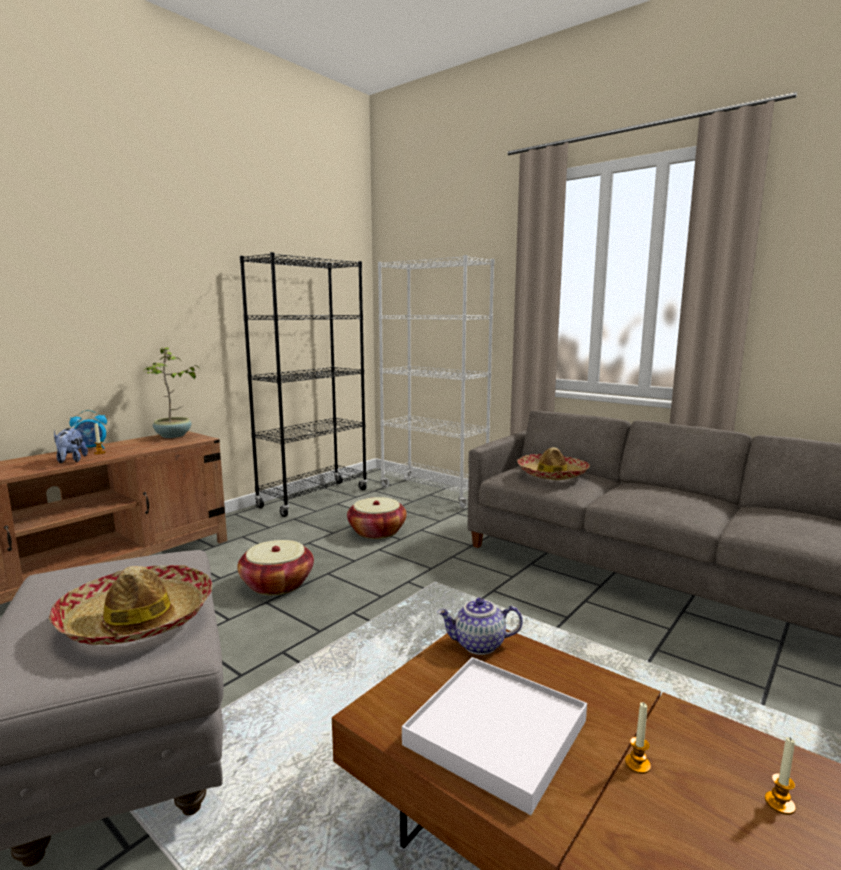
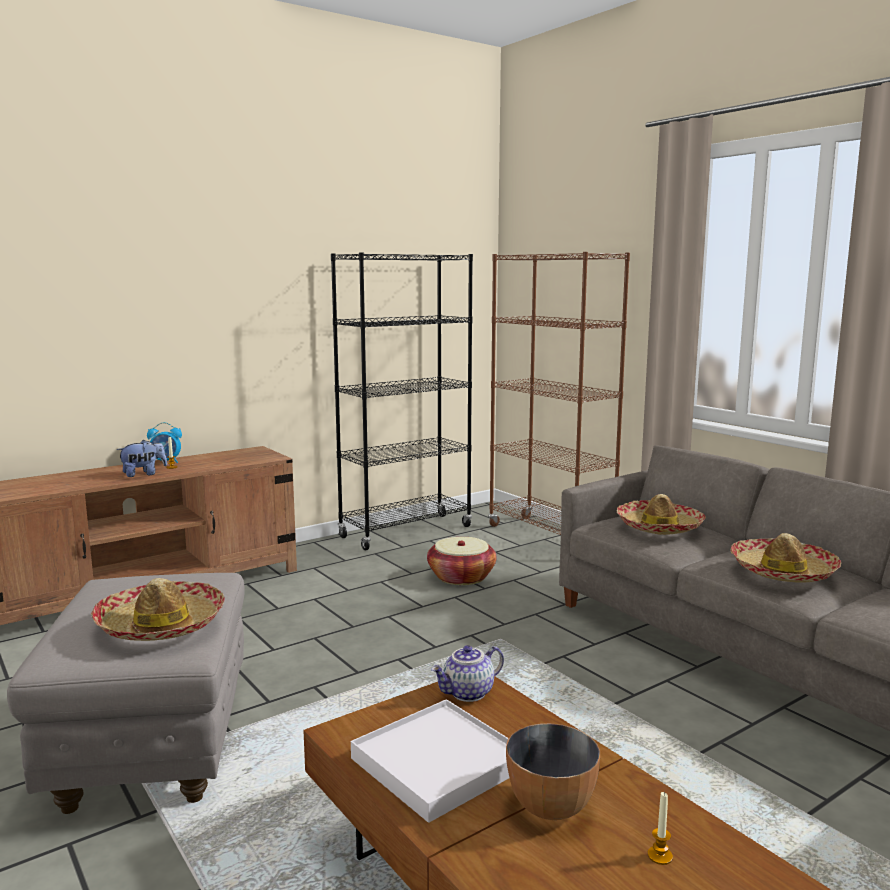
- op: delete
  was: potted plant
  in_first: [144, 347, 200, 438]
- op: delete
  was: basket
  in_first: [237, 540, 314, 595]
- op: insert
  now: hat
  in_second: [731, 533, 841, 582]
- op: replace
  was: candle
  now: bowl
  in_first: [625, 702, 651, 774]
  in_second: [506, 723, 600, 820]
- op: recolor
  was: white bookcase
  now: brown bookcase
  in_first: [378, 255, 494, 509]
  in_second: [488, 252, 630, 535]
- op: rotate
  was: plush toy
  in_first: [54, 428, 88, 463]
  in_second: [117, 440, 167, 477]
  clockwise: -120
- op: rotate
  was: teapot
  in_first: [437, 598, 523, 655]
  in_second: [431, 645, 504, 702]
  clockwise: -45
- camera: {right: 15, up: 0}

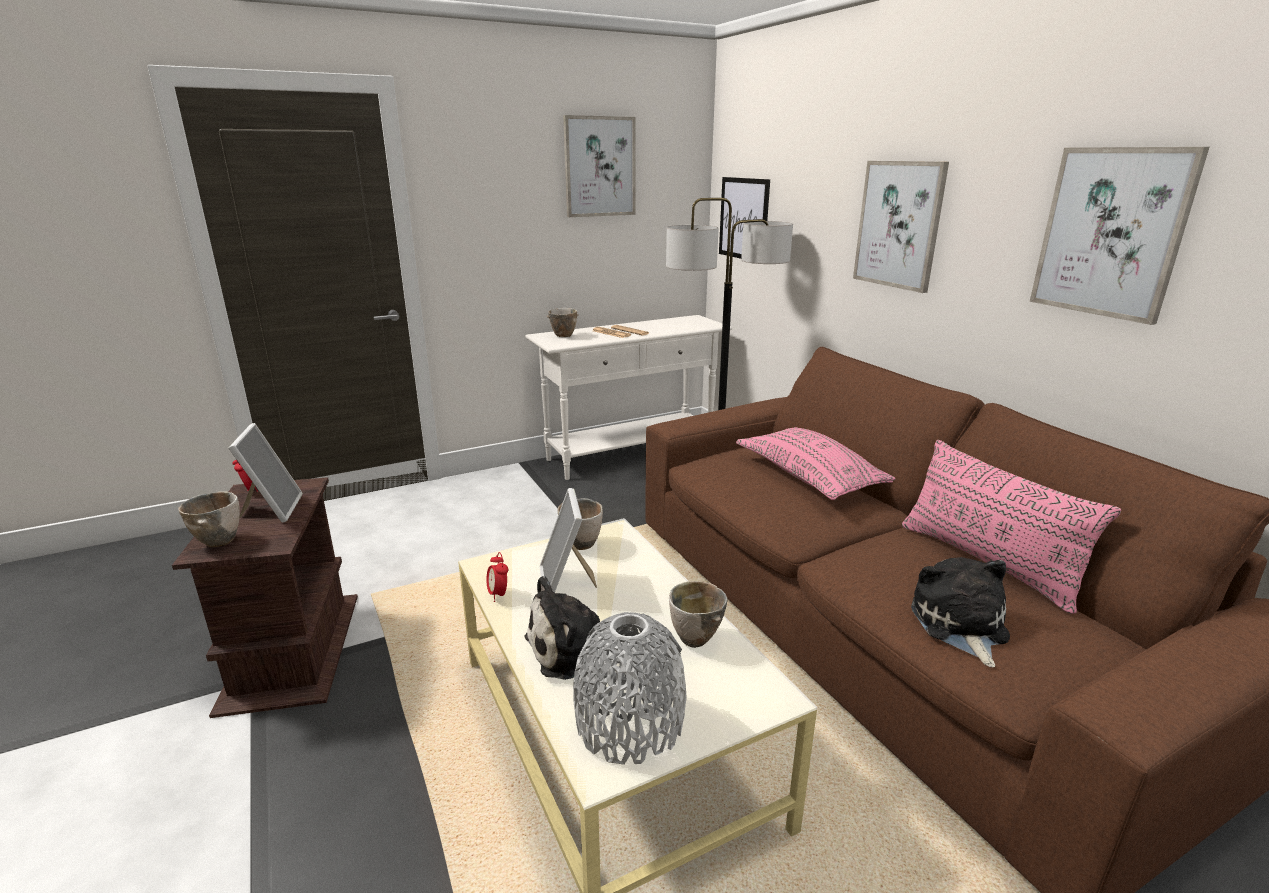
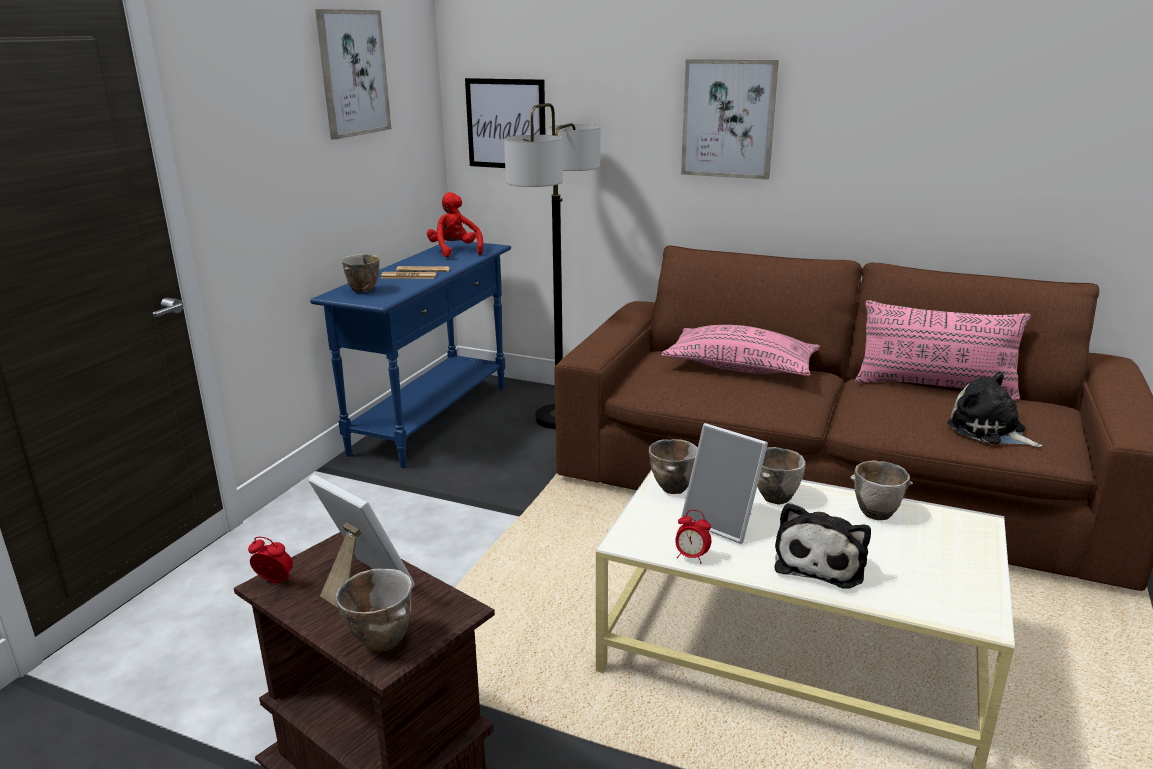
- op: delete
  was: grey vase
  in_first: [573, 612, 687, 765]
- op: delete
  was: picture
  in_first: [1030, 147, 1209, 325]
- op: insert
  now: red plush toy
  in_second: [427, 192, 483, 257]
- op: insert
  now: bowl
  in_second: [757, 447, 806, 505]
- op: recolor
  was: white console table
  now: blue console table
  in_first: [526, 315, 732, 480]
  in_second: [310, 241, 511, 468]
- camera: {right: -40, up: 0}

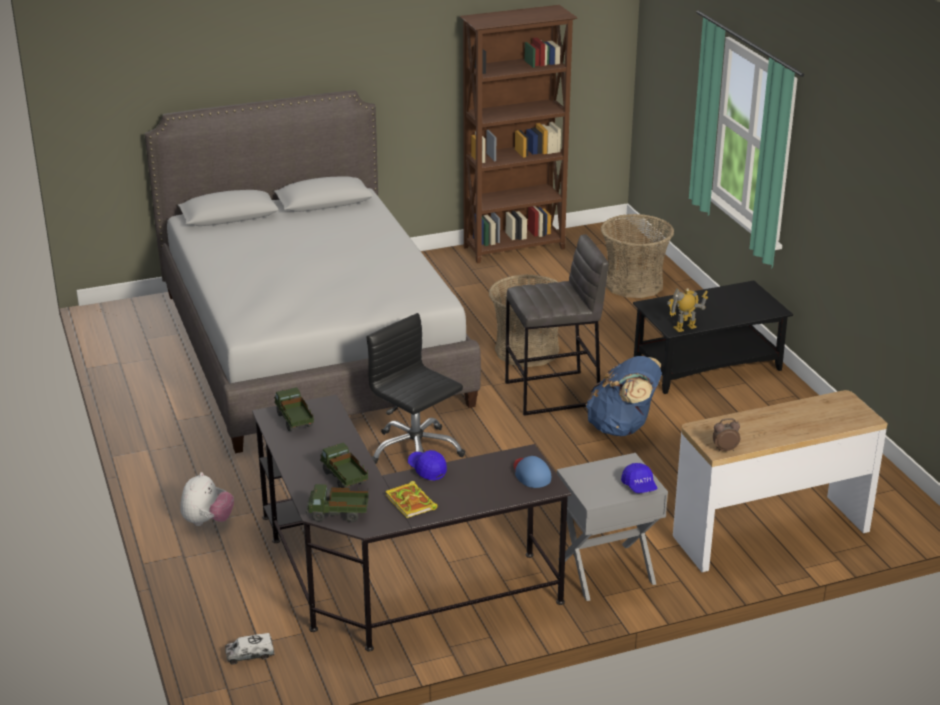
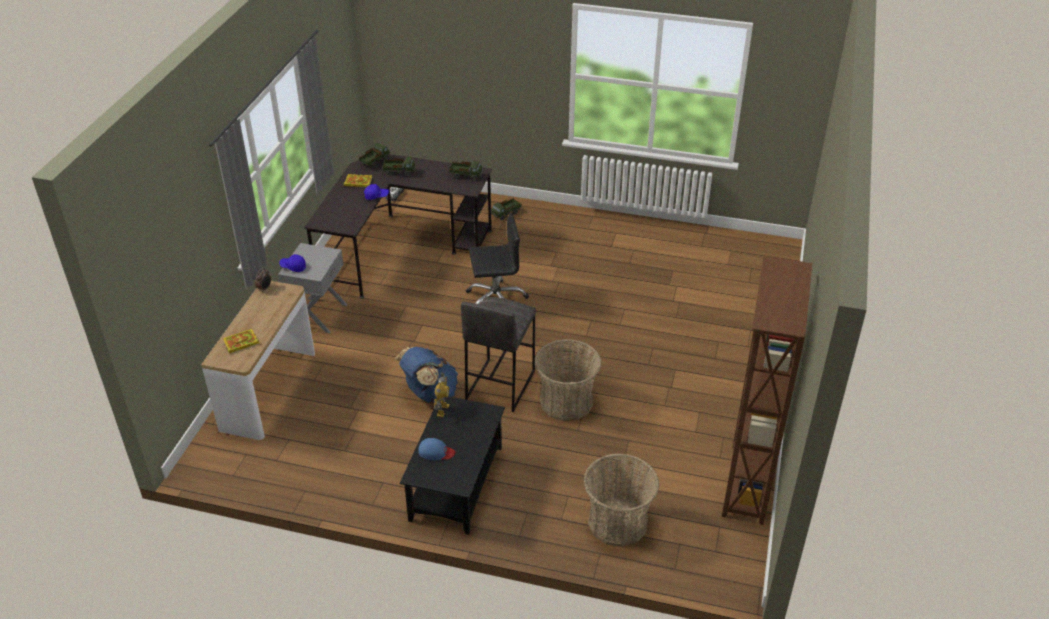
- op: delete
  was: grey bed
  in_first: [145, 90, 481, 453]
- op: insert
  now: book
  in_second: [223, 329, 259, 353]
- op: move
  was: blue cap
  in_first: [513, 456, 551, 488]
  in_second: [418, 438, 455, 460]
- op: replace
  was: plush toy
  now: toy truck
  in_first: [180, 472, 234, 526]
  in_second: [491, 196, 521, 221]
- camera: {right: 125, up: 10}

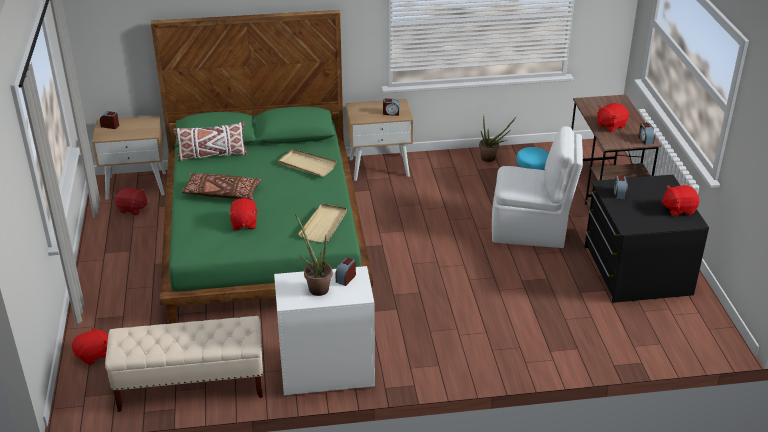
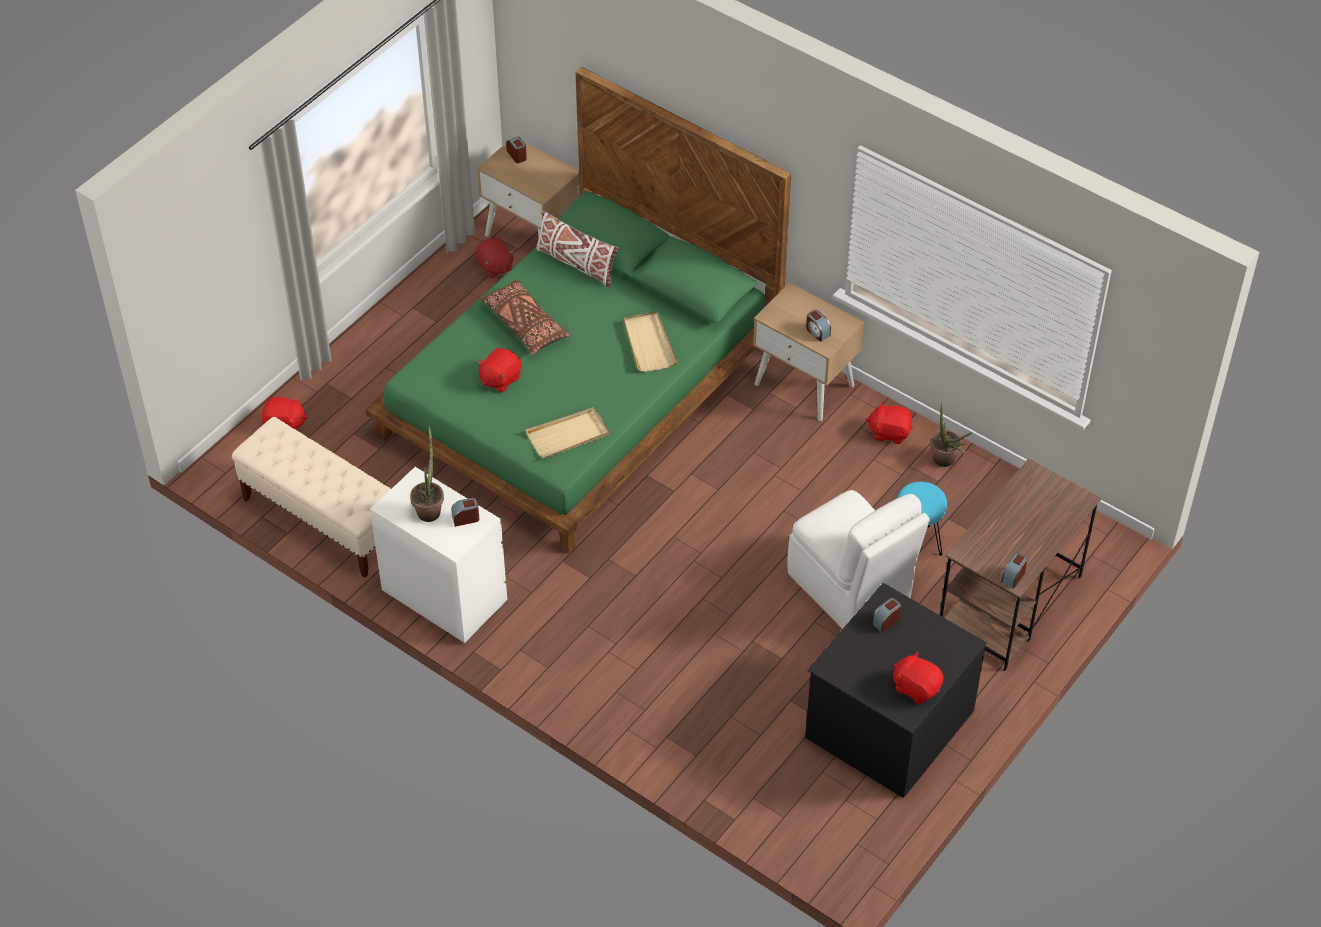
- op: move
  was: red plush toy
  in_first: [597, 103, 629, 132]
  in_second: [866, 402, 913, 444]
- camera: {right: 45, up: 15}

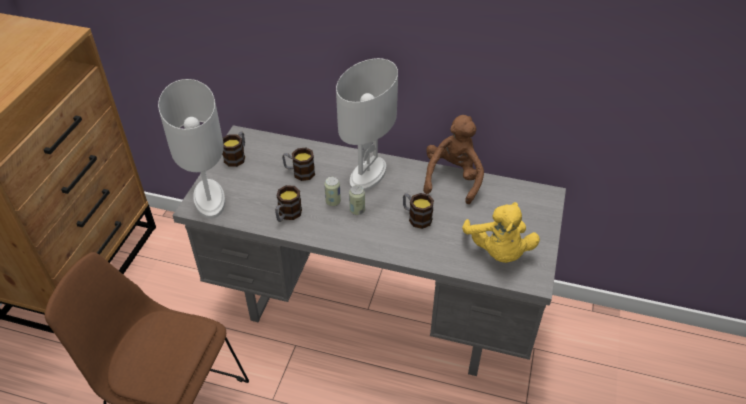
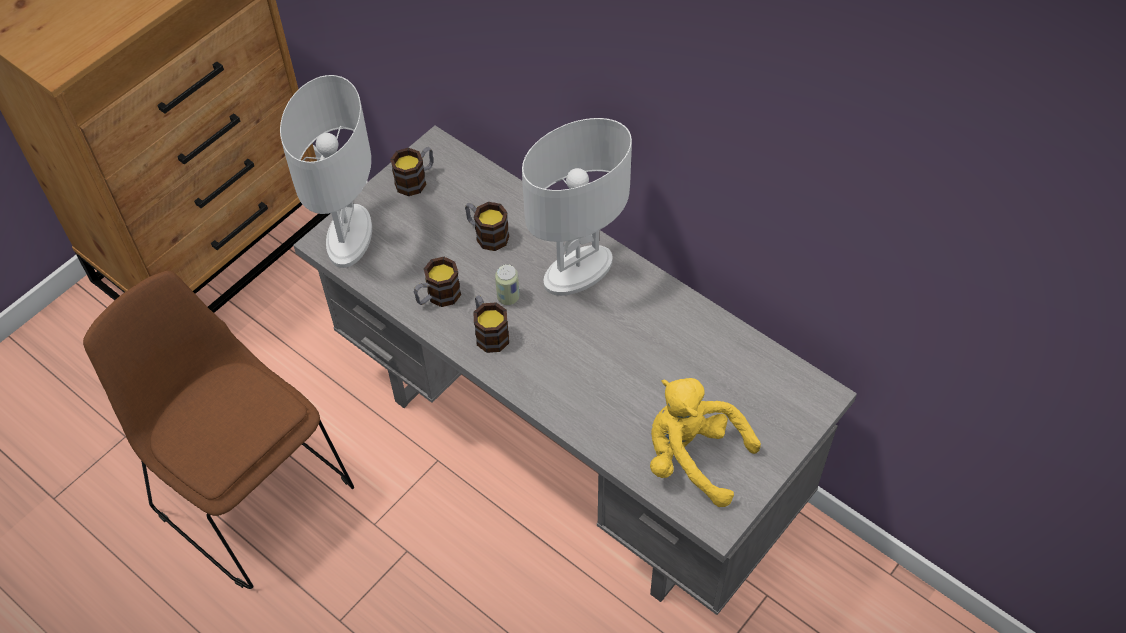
- op: delete
  was: can
  in_first: [349, 185, 365, 215]
- op: delete
  was: brown plush toy
  in_first: [423, 115, 484, 204]
- op: move
  was: mug
  in_first: [403, 193, 434, 229]
  in_second: [473, 295, 509, 353]
- op: rotate
  was: yellow plush toy
  in_first: [462, 202, 540, 263]
  in_second: [650, 378, 761, 507]
  clockwise: 105
- camera: {right: 25, up: 10}

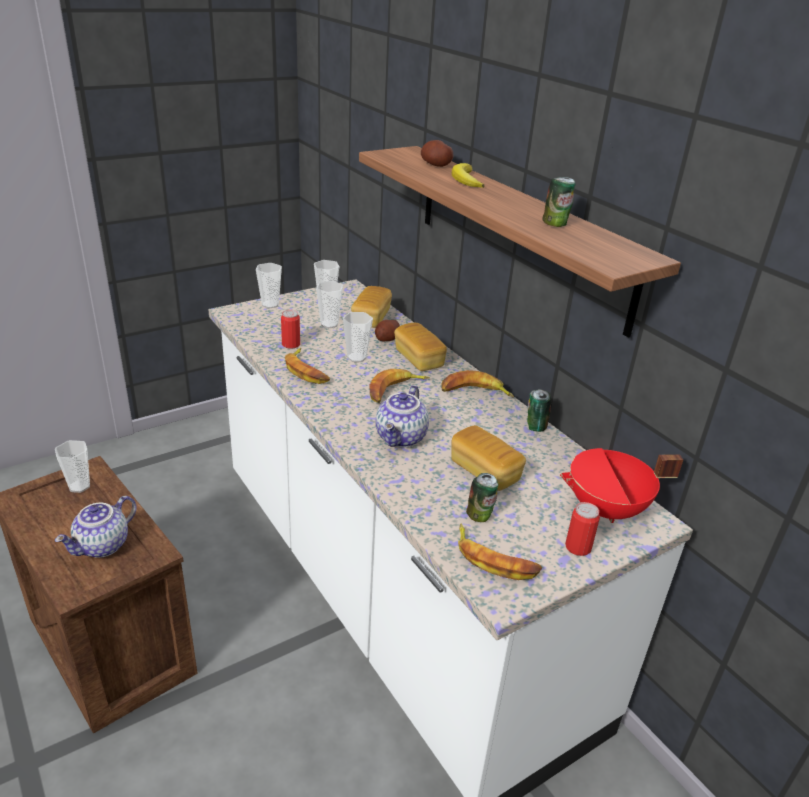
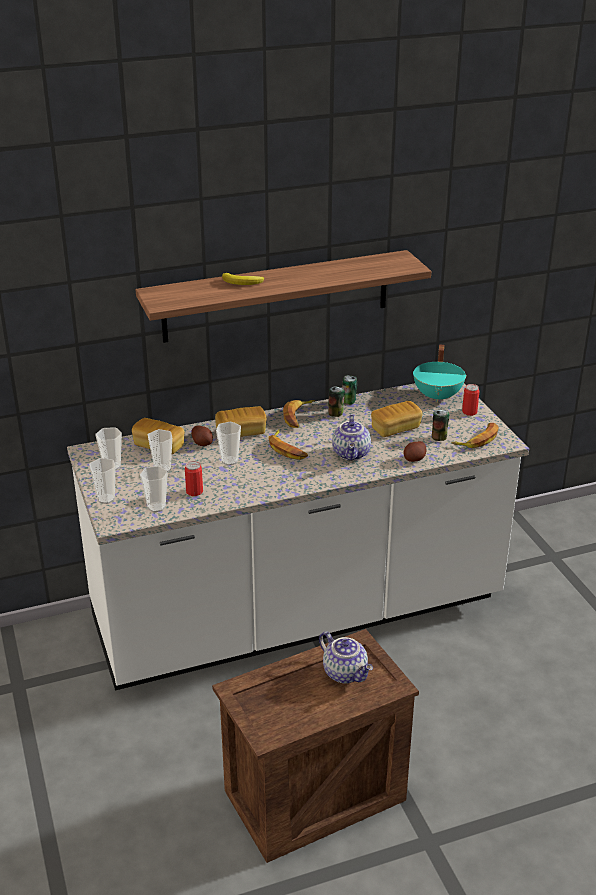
- op: delete
  was: banana
  in_first: [285, 348, 330, 384]
- op: move
  was: cup
  in_first: [55, 440, 90, 493]
  in_second: [140, 466, 168, 512]
- op: move
  was: potato
  in_first: [421, 140, 454, 167]
  in_second: [403, 441, 426, 462]
- op: move
  was: can
  in_first: [542, 177, 575, 227]
  in_second: [328, 387, 345, 417]
- op: recolor
  was: red cooking pot
  now: turquoise cooking pot
  in_first: [560, 448, 683, 523]
  in_second: [413, 344, 466, 403]
- op: rotate
  was: teapot
  in_first: [376, 385, 429, 448]
  in_second: [332, 414, 371, 461]
  clockwise: 60
- camera: {right: -75, up: 0}

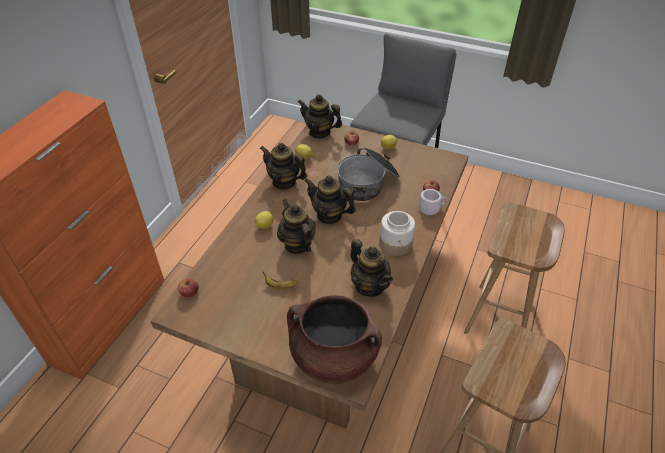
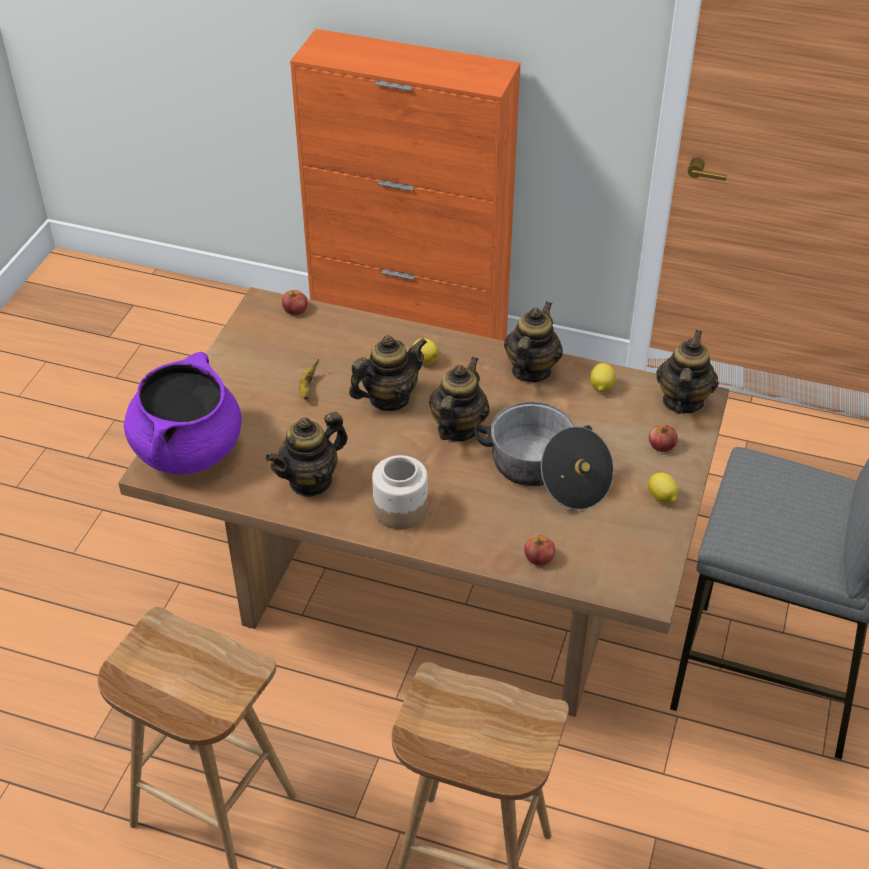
- op: delete
  was: grey mug
  in_first: [419, 189, 447, 215]
- op: recolor
  was: brown cooking pot
  now: purple cooking pot
  in_first: [287, 295, 382, 384]
  in_second: [124, 352, 241, 474]
- camera: {right: 85, up: 0}

